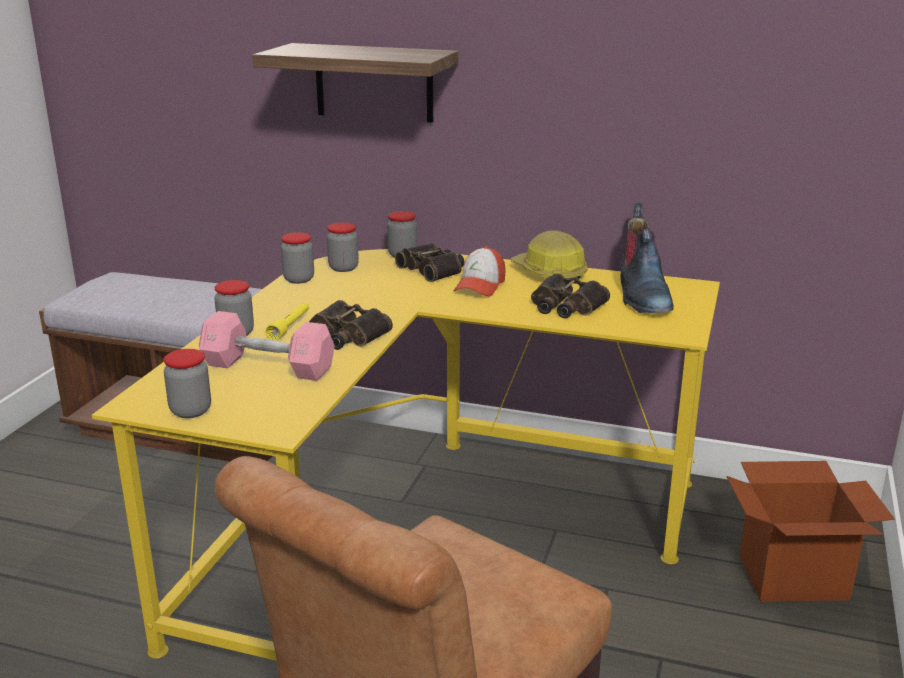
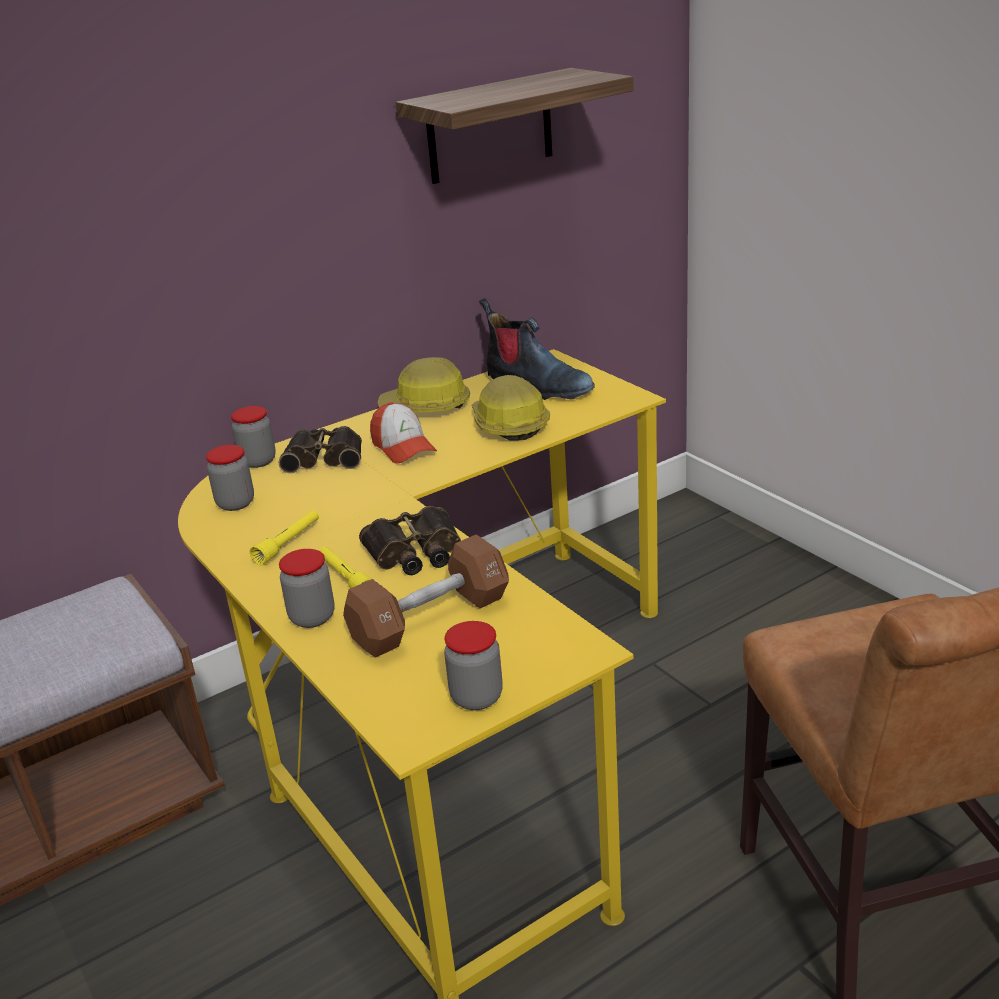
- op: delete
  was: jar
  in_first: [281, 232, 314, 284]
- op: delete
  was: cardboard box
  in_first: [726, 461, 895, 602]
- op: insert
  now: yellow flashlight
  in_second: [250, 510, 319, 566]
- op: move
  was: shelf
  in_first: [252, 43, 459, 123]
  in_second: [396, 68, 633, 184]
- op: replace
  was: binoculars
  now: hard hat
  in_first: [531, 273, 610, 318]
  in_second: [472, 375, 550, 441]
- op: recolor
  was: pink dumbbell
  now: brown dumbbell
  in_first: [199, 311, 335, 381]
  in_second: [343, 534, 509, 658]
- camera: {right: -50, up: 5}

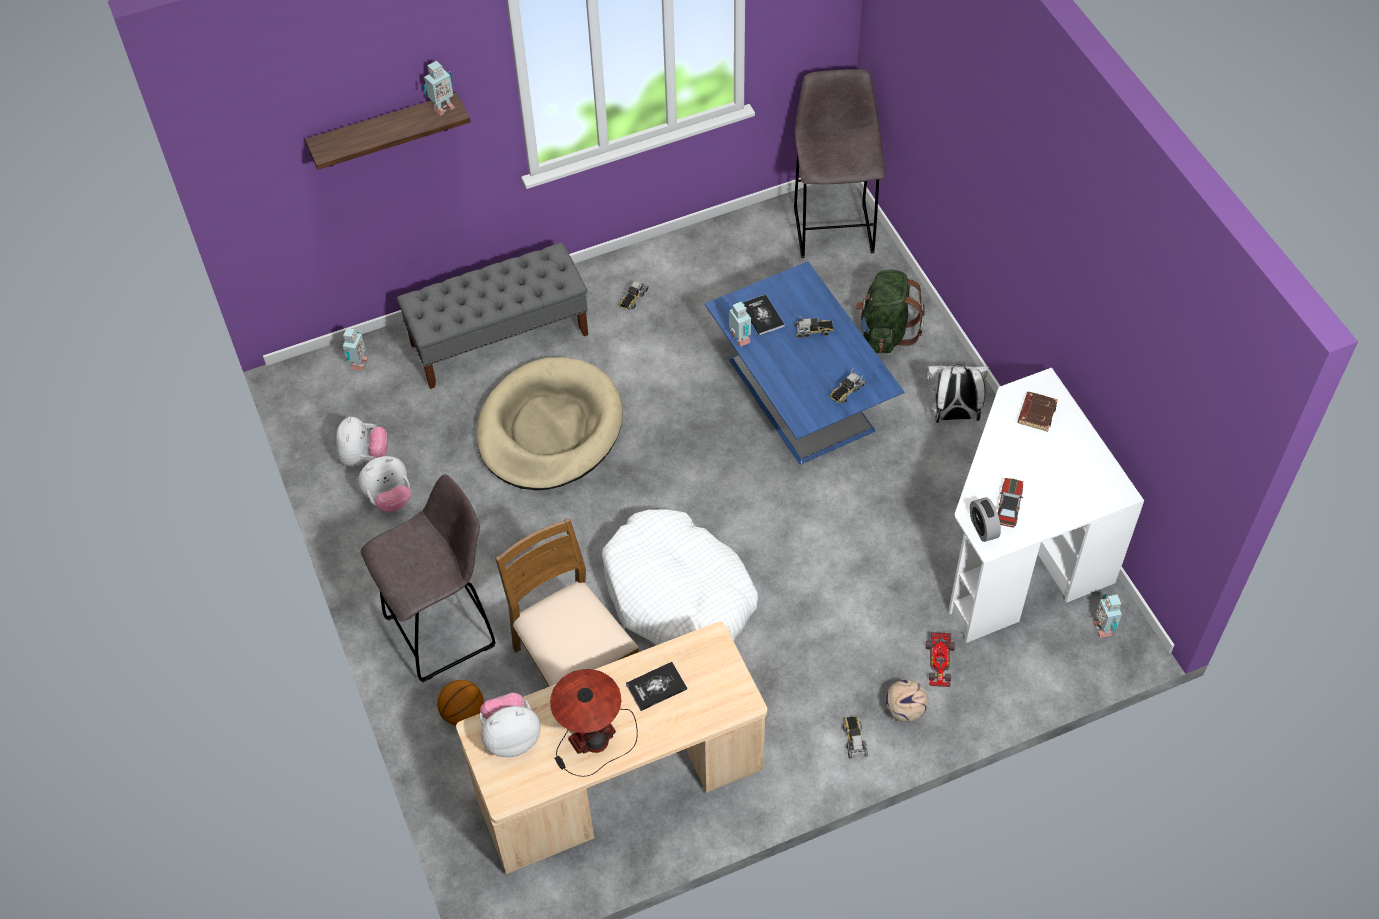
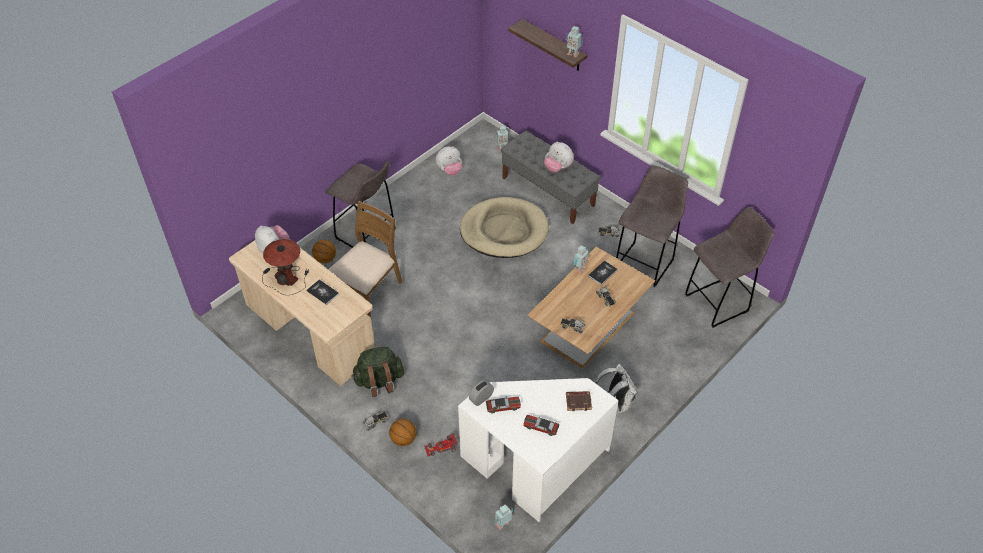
- op: delete
  was: white dog bed
  in_first: [602, 509, 758, 645]
- op: insert
  now: toy car
  in_second: [523, 415, 560, 436]
- op: insert
  now: grey stool
  in_second: [616, 166, 688, 287]
- op: move
  was: plush toy
  in_first: [358, 456, 411, 512]
  in_second: [544, 142, 574, 172]
- op: move
  was: green backpack
  in_first: [855, 270, 925, 353]
  in_second: [352, 347, 404, 397]
- op: replace
  was: football
  now: basketball
  in_first: [885, 680, 928, 722]
  in_second: [389, 419, 417, 446]
- op: recolor
  was: blue coffee table
  now: brown coffee table
  in_first: [705, 261, 904, 464]
  in_second: [527, 247, 655, 369]
- camera: {right: 65, up: -5}

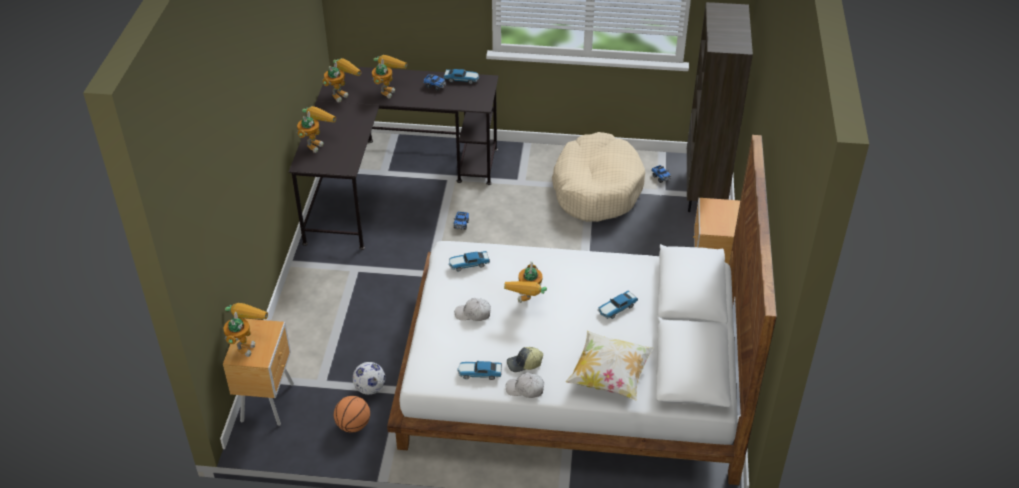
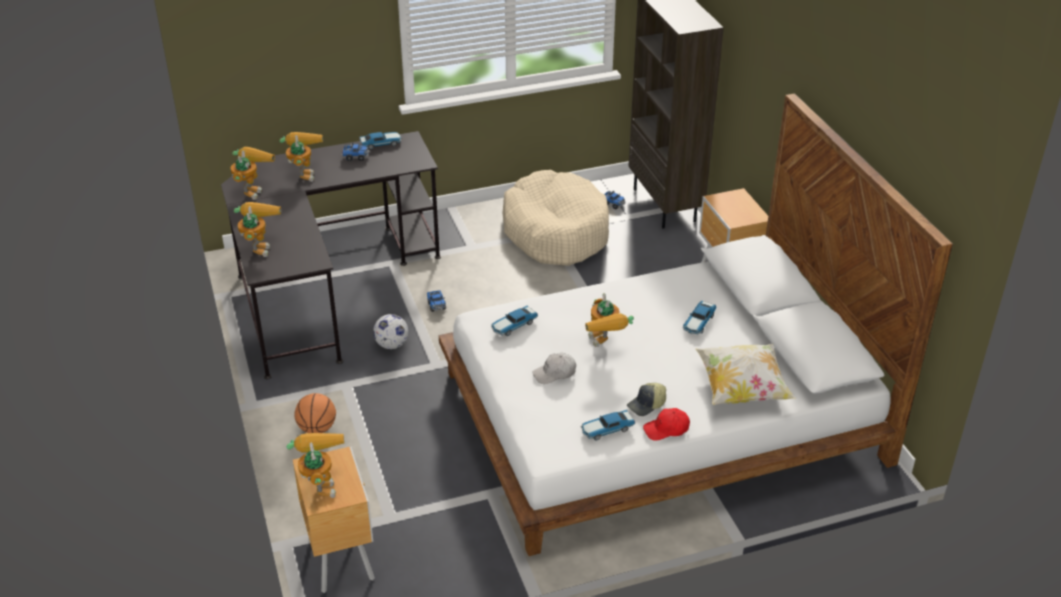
- op: move
  was: basketball
  in_first: [334, 396, 370, 433]
  in_second: [294, 393, 336, 433]
- op: move
  was: football
  in_first: [352, 362, 385, 395]
  in_second: [373, 314, 409, 349]
- op: recolor
  was: white cap
  now: red cap
  in_first: [506, 372, 544, 398]
  in_second: [643, 408, 690, 441]
- camera: {right: -25, up: -5}

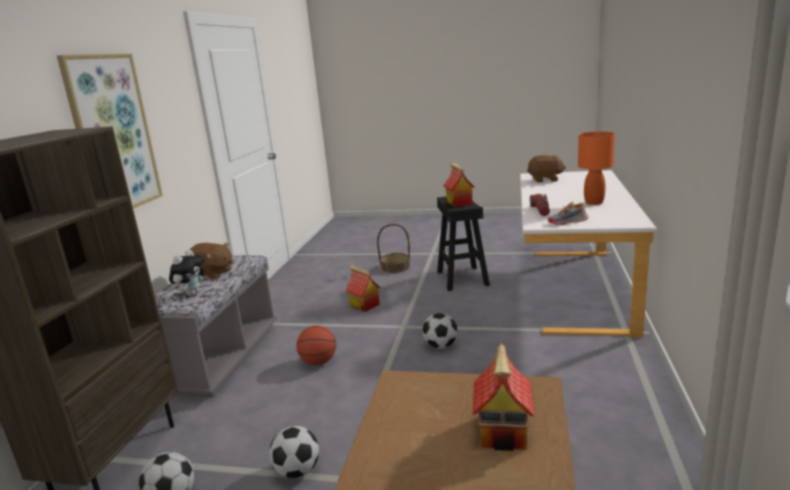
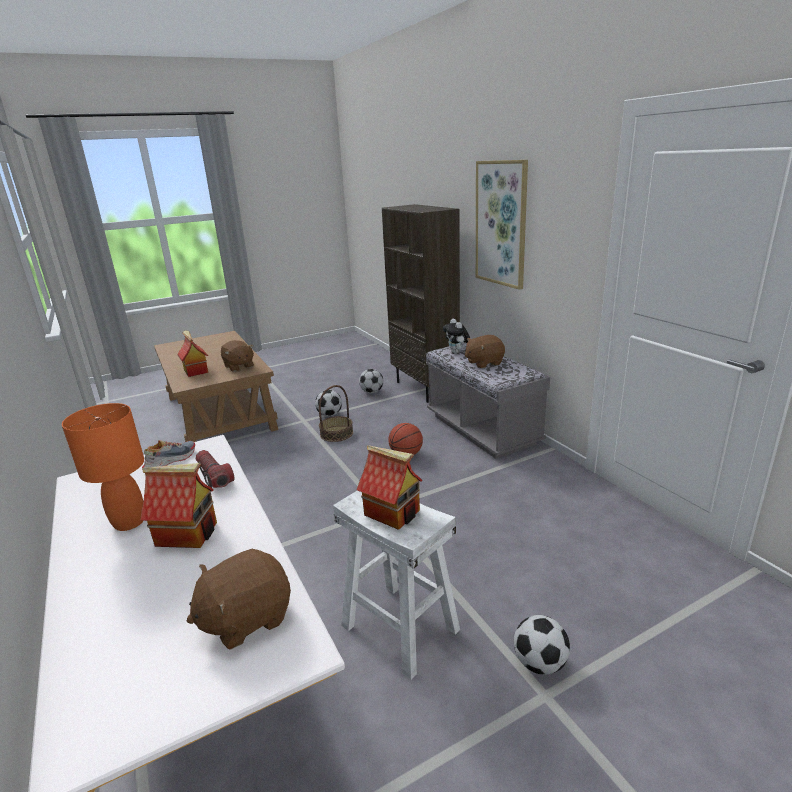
- op: insert
  now: brown plush toy
  in_second: [221, 340, 254, 372]
- op: move
  was: toy house
  in_first: [345, 265, 381, 312]
  in_second: [140, 463, 217, 548]
- op: move
  was: basket
  in_first: [377, 224, 410, 273]
  in_second: [319, 385, 353, 442]
- op: move
  was: football
  in_first: [422, 313, 458, 349]
  in_second: [514, 615, 570, 675]
- op: recolor
  was: black stool
  now: white stool
  in_first: [437, 197, 490, 291]
  in_second: [333, 491, 460, 679]
- camera: {right: 140, up: 5}

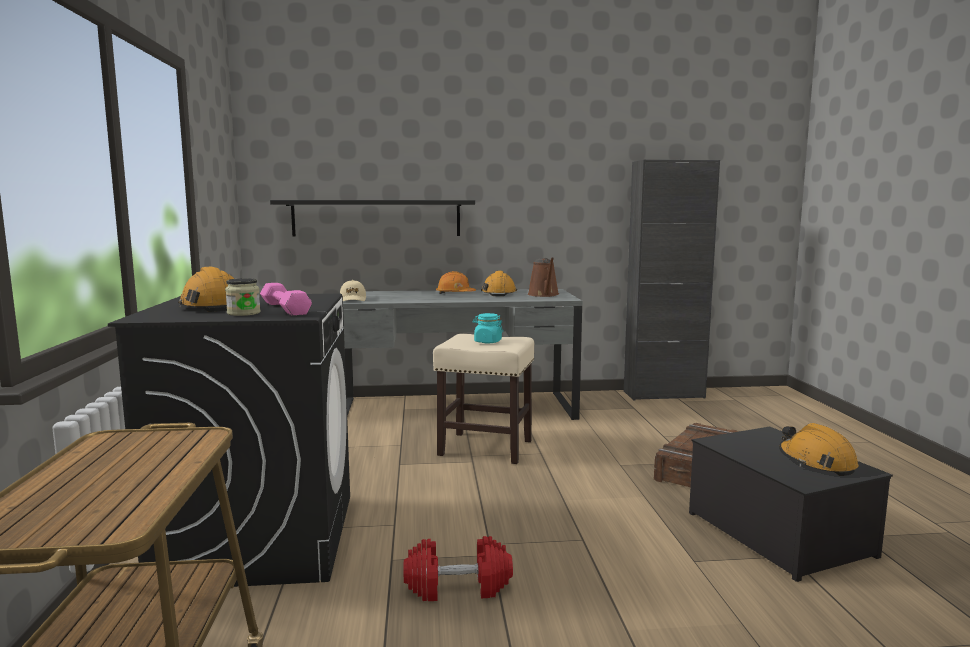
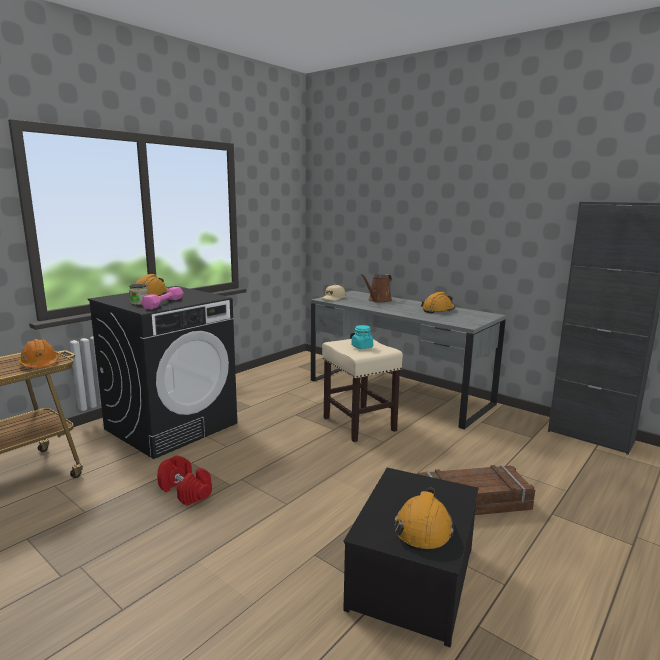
- op: delete
  was: black shelf
  in_first: [270, 200, 475, 237]
- op: move
  was: orange hard hat
  in_first: [436, 271, 476, 294]
  in_second: [19, 339, 59, 368]
- op: move
  was: brown watering can
  in_first: [528, 257, 559, 297]
  in_second: [360, 273, 392, 303]
- camera: {right: 45, up: 5}

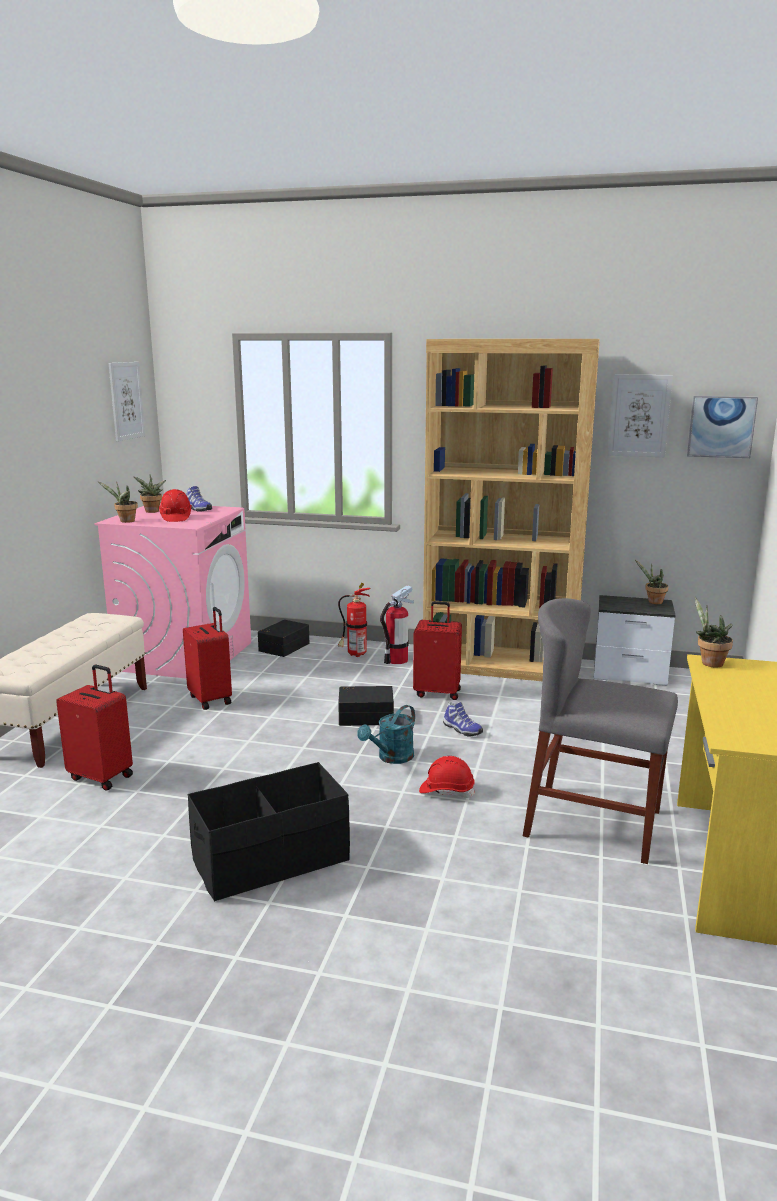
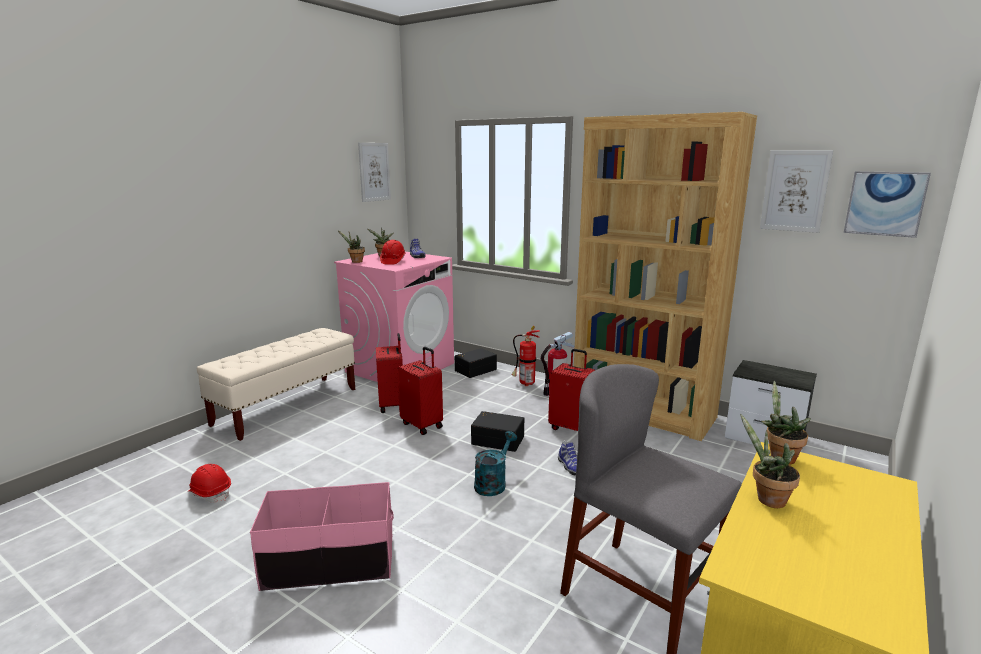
- op: move
  was: red suitcase
  in_first: [56, 665, 133, 791]
  in_second: [397, 347, 443, 435]
- op: move
  was: red hard hat
  in_first: [419, 756, 475, 798]
  in_second: [188, 464, 231, 503]
- op: move
  was: potted plant
  in_first: [635, 560, 668, 604]
  in_second: [740, 413, 800, 508]
- op: recolor
  was: black storage box
  now: pink storage box
  in_first: [187, 762, 350, 901]
  in_second: [250, 482, 394, 591]
- op: rotate
  was: turquoise watering can
  in_first: [357, 705, 415, 764]
  in_second: [474, 431, 517, 496]
  clockwise: 150
- camera: {right: 20, up: 0}

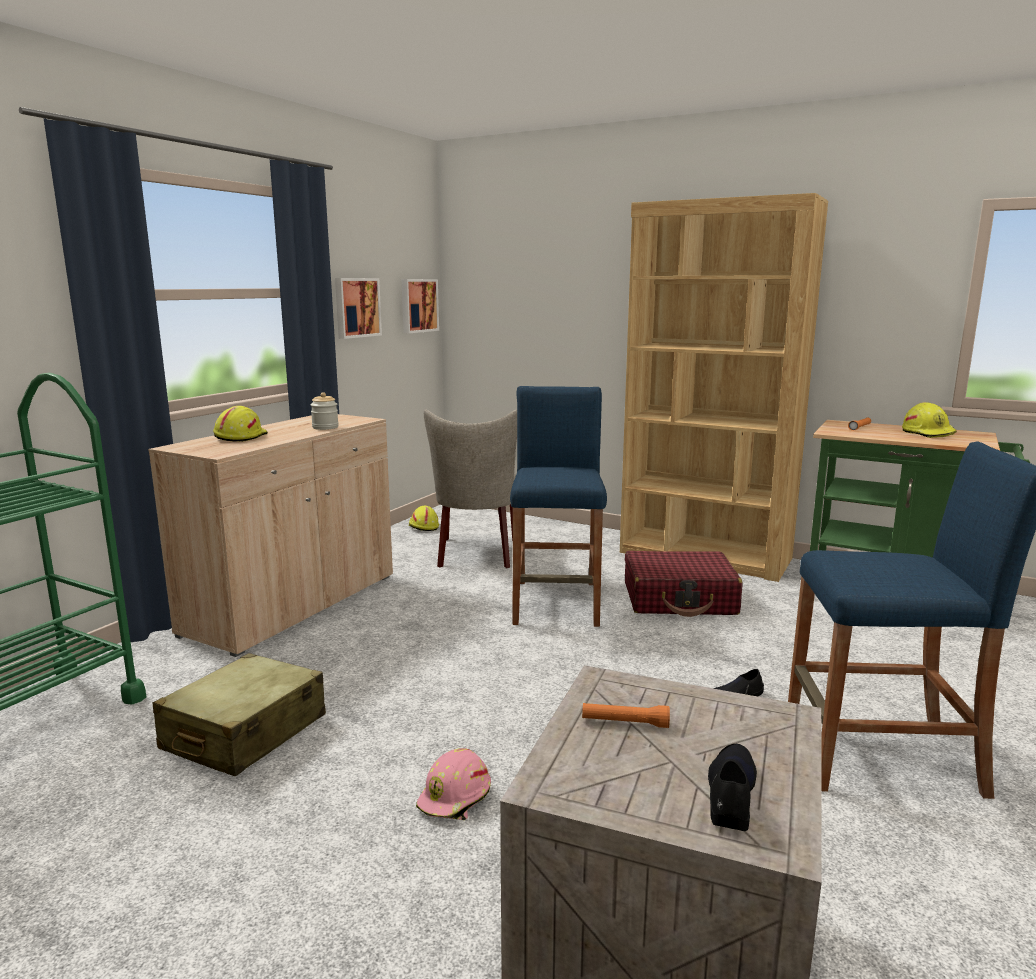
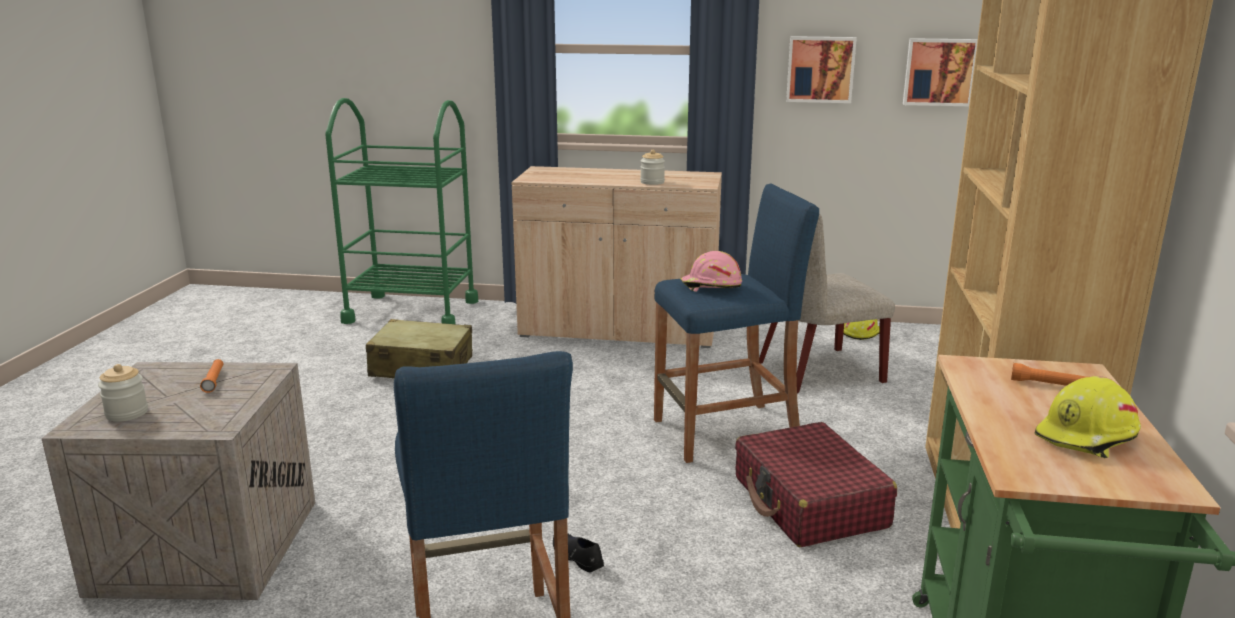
- op: delete
  was: yellow hard hat
  in_first: [213, 406, 268, 442]
- op: move
  was: pink hard hat
  in_first: [416, 748, 491, 820]
  in_second: [681, 251, 742, 292]
- op: replace
  was: black shoe
  now: jar
  in_first: [708, 744, 757, 831]
  in_second: [98, 364, 148, 422]
- camera: {right: 70, up: 5}

